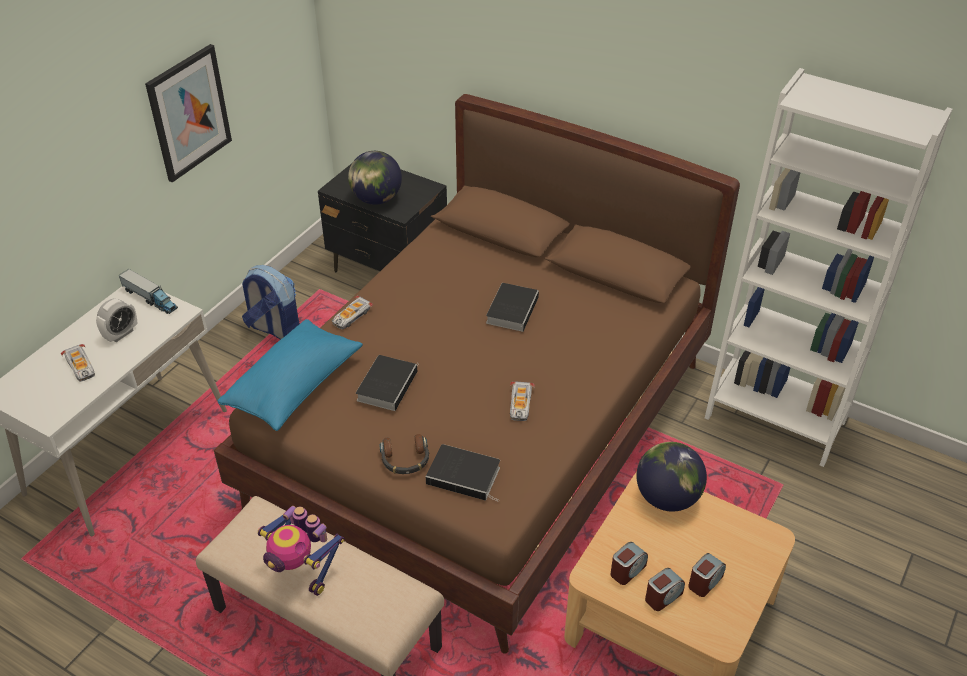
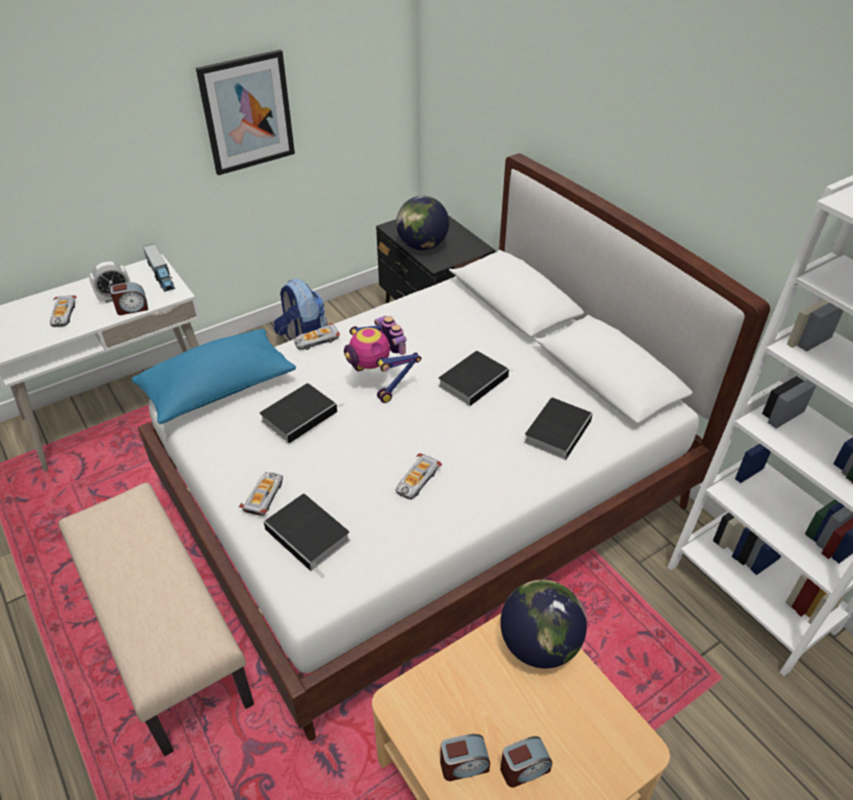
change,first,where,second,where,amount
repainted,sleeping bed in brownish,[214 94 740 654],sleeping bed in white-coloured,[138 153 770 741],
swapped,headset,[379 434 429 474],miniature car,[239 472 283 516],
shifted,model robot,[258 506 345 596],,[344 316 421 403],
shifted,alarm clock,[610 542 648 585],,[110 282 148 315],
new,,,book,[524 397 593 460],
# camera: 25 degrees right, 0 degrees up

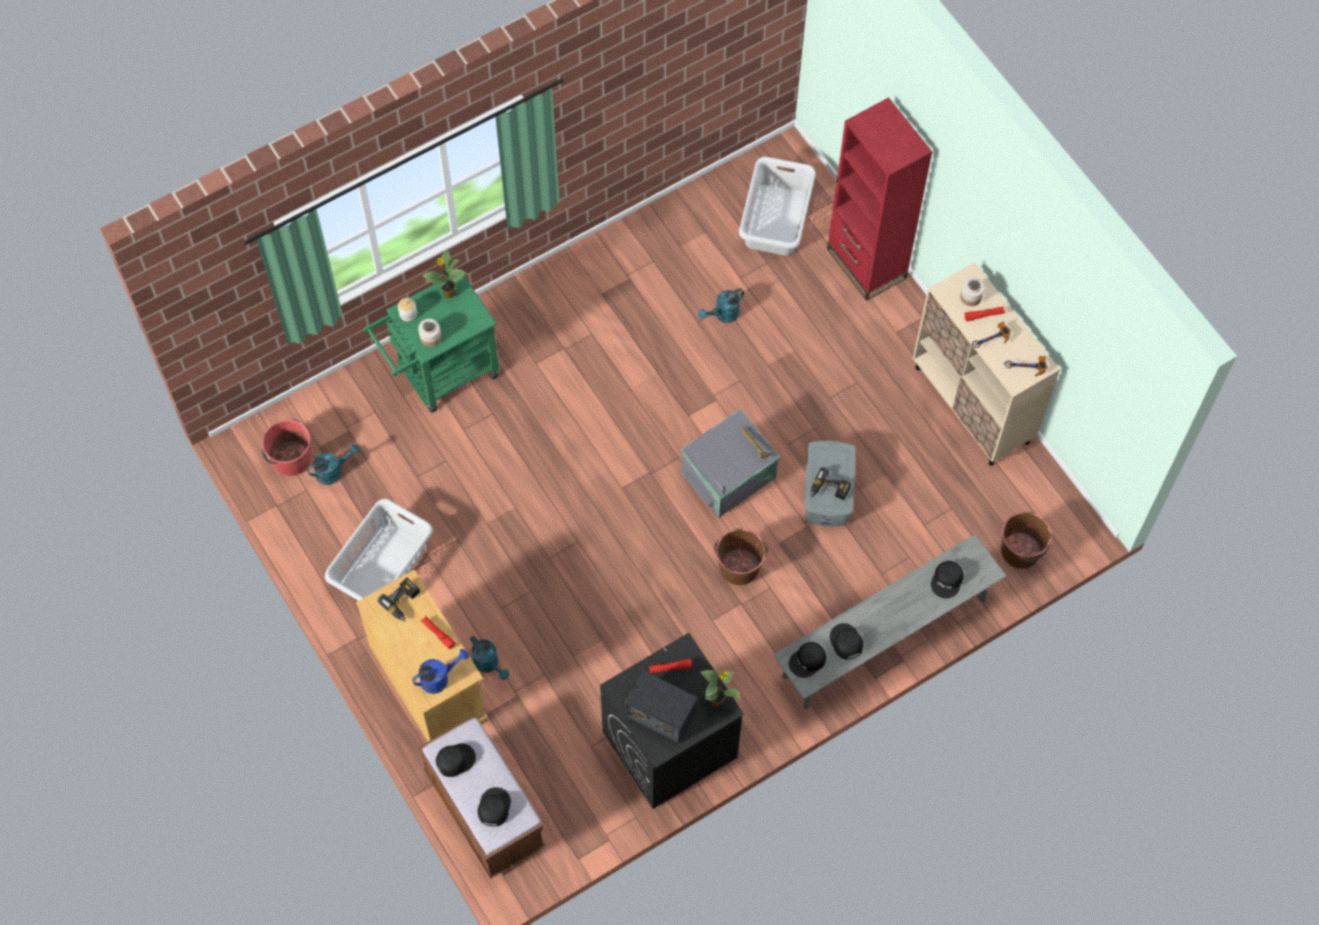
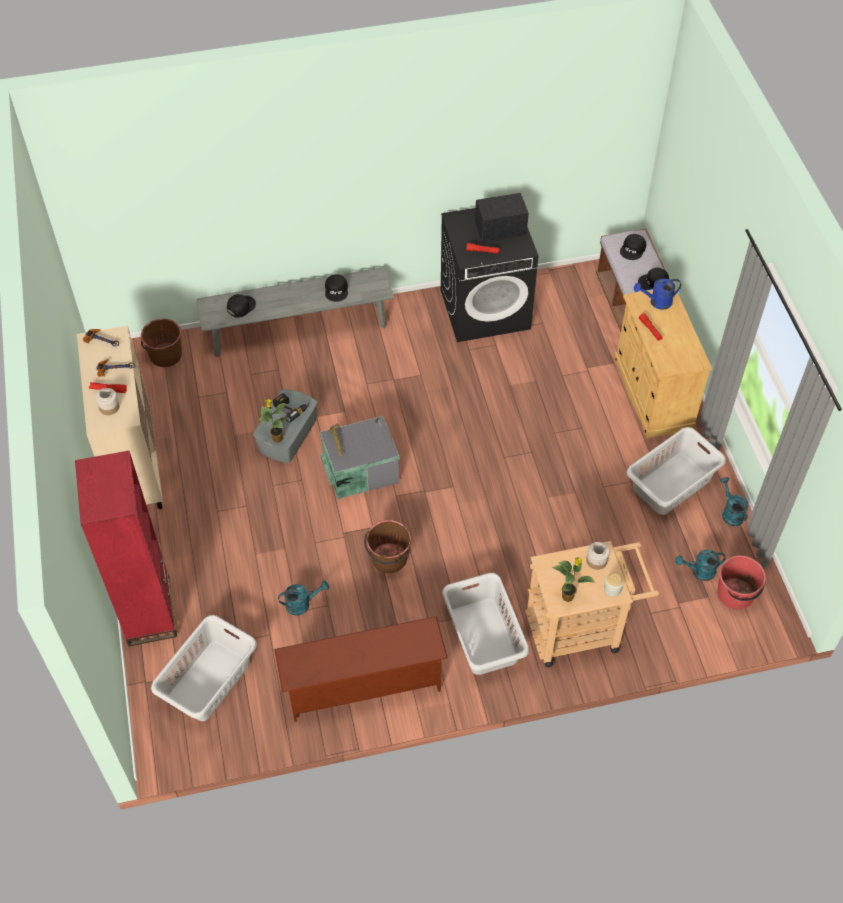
change,first,where,second,where,amount
repainted,cart in green,[363 275 500 412],cart in beige,[525 541 659 667],
shifted,pail in brownish,[714 529 768 585],,[364 520 411 573],
gone,electric drill,[378 578 420 621],,,
shifted,watering pot in blue-green,[470 636 509 680],,[720 477 748 526],
gone,baseball cap in black,[789 642 826 678],,,
shifted,potted plant,[700 670 741 707],,[258 399 288 443],
rotated,radio set,[625 671 698 743],,[475 193 529 242],60 degrees counterclockwise
new,,,hamper in grey,[442 573 529 675],
new,,,shoe stand in brownish,[274 616 448 722],
# camera: 160 degrees left, 10 degrees down

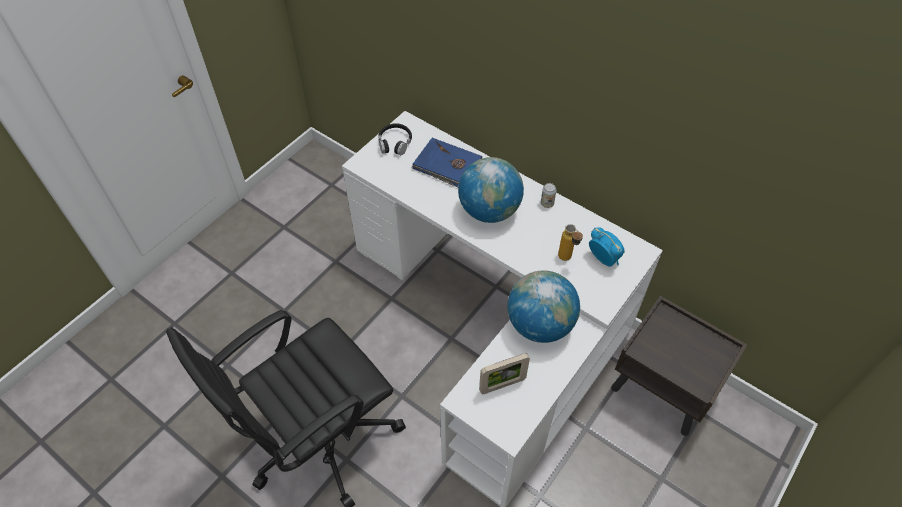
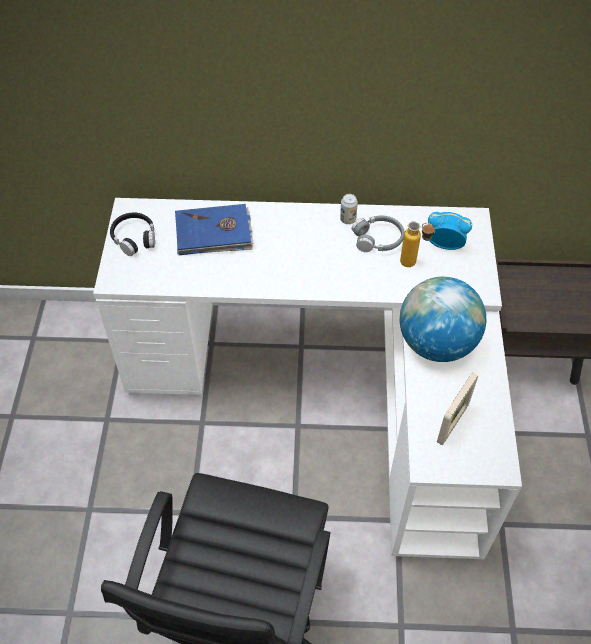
change,first,where,second,where,amount
gone,desk globe,[458 157 524 223],,,
new,,,headset in grey,[352 215 405 252],
# camera: 35 degrees left, 0 degrees up

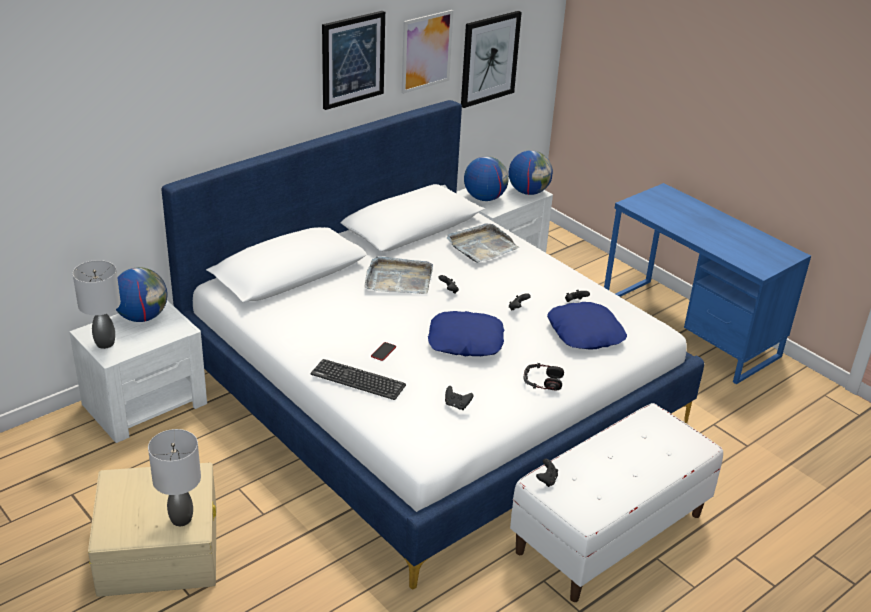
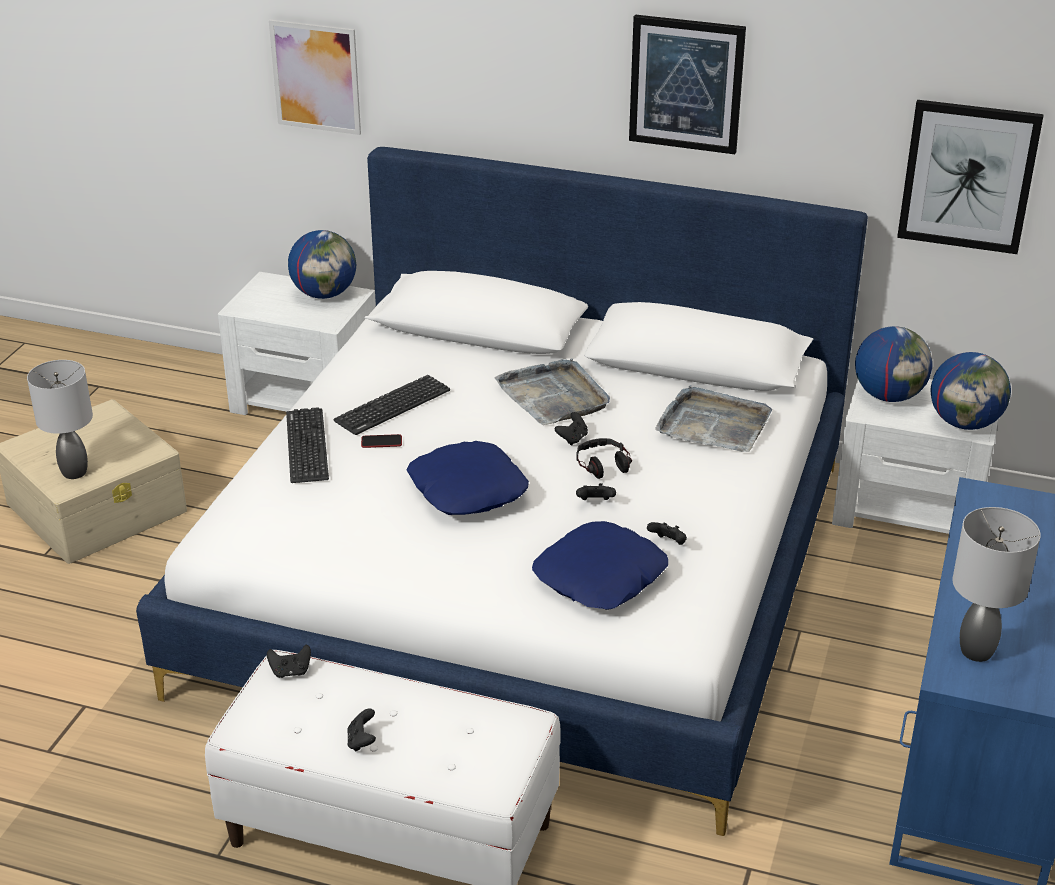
change,first,where,second,where,amount
shifted,wall art,[402 10 453 94],,[269 20 361 135],
shifted,table lamp in grey,[73 260 121 349],,[952 507 1041 662],
shifted,headset,[523 363 564 391],,[576 438 632 479],
shifted,gamepad in black,[445 386 474 410],,[347 708 376 752],
new,,,computer keyboard,[333 375 450 435],
# camera: 60 degrees right, 0 degrees up

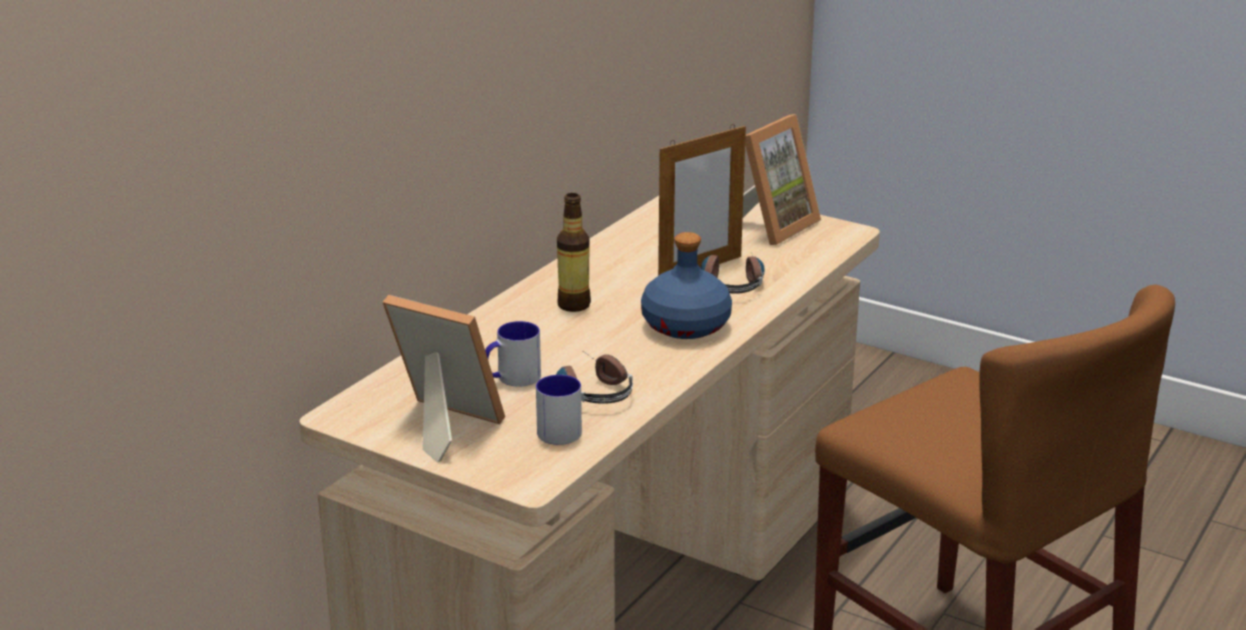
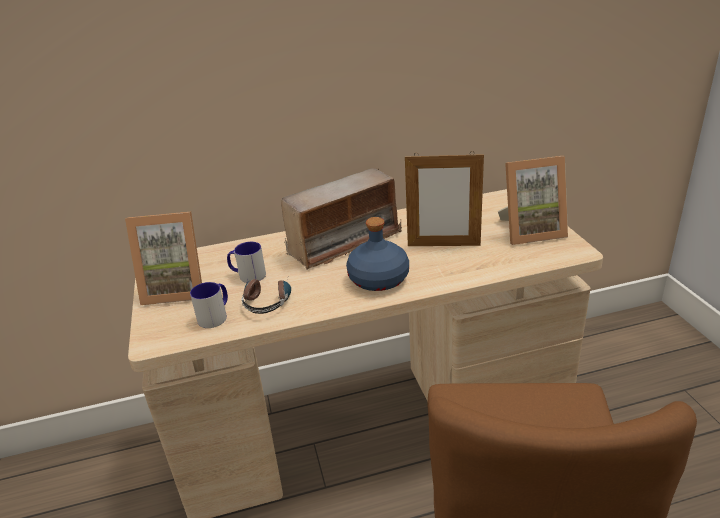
change,first,where,second,where,amount
swapped,bottle,[557 193 591 312],radio set,[281 168 402 270],
gone,headset,[701 255 765 294],,,
rotated,picture frame,[383 295 505 463],,[125 212 202 305],105 degrees clockwise
# camera: 45 degrees right, 5 degrees up

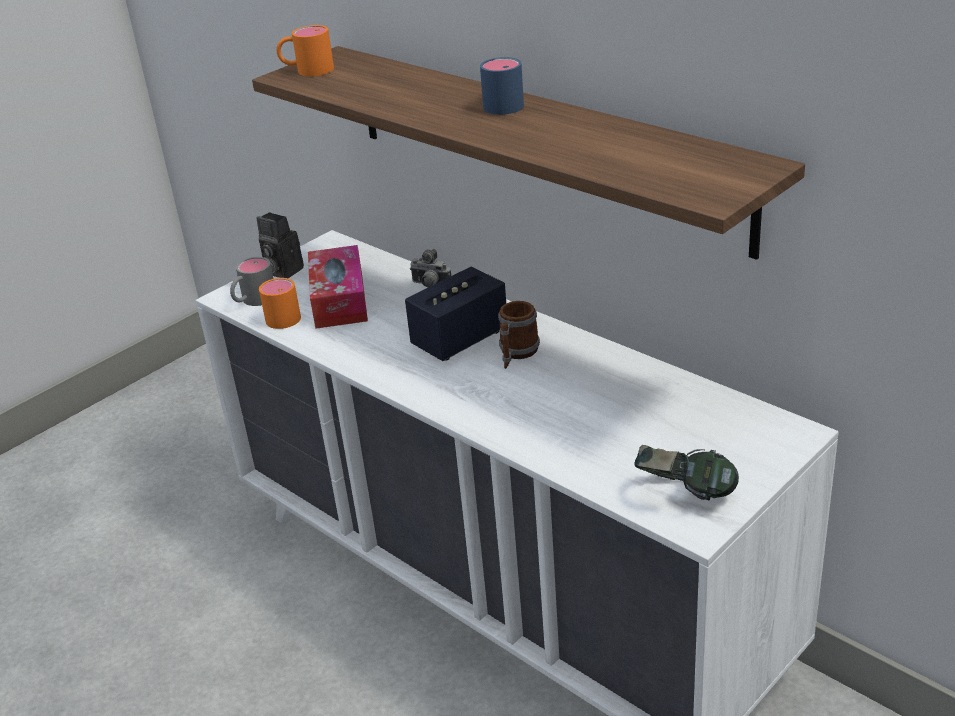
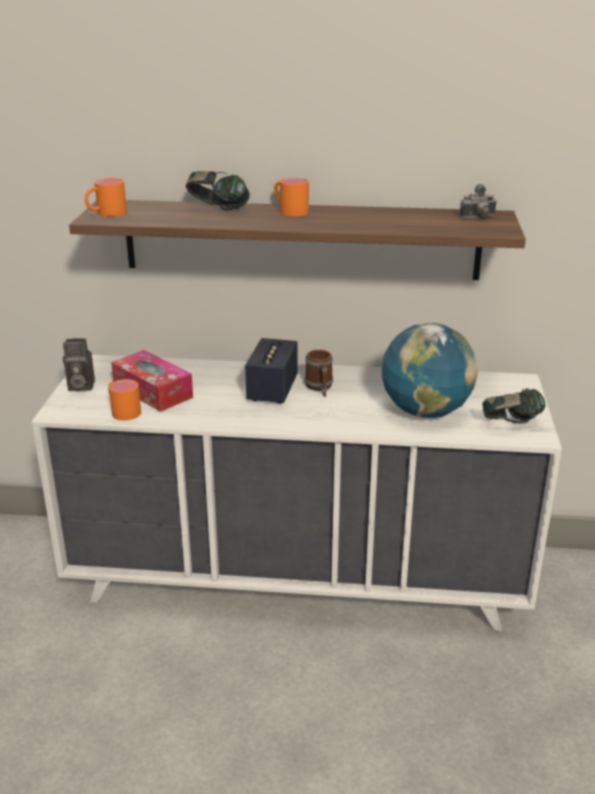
change,first,where,second,where,amount
repainted,coffee mug in blue,[480 57 524 115],coffee mug in orange,[274 178 309 216],
shifted,photo camera,[410 249 451 287],,[460 184 497 218],
gone,coffee mug in grey,[230 257 273 306],,,
new,,,headset,[186 171 250 211],
new,,,desk globe,[382 323 478 418],
# camera: 40 degrees left, 5 degrees down

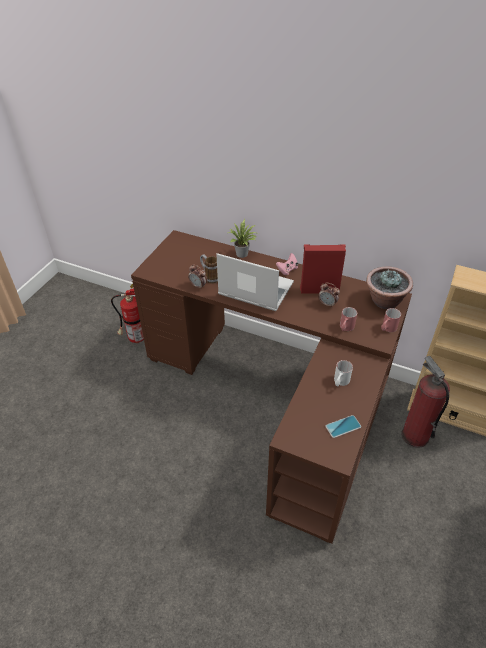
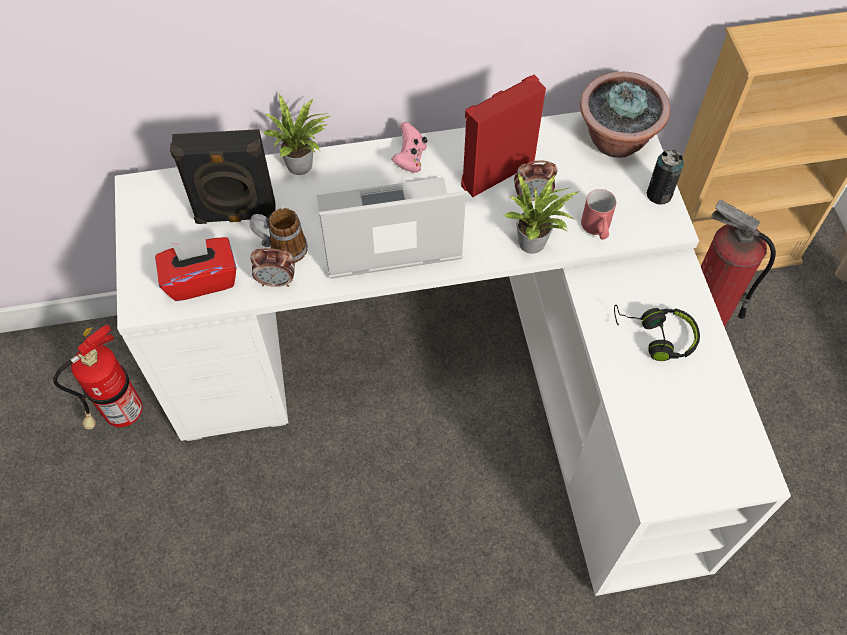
change,first,where,second,where,amount
repainted,desk unit in brownish,[131 230 412 543],desk unit in white-coloured,[115 112 791 596],
swapped,coffee mug in red-coloured,[381 308 401 332],sealed can,[647 150 684 205],
swapped,coffee mug in white-coloured,[334 360 353 386],headset in black,[614 305 700 361],
gone,handset,[325 415 361 438],,,
new,,,loudspeaker in black,[170 129 276 224],
new,,,potted plant,[503 174 580 254],
new,,,tissue holder in red-coloured,[155 237 236 301],
# camera: 35 degrees left, 15 degrees up

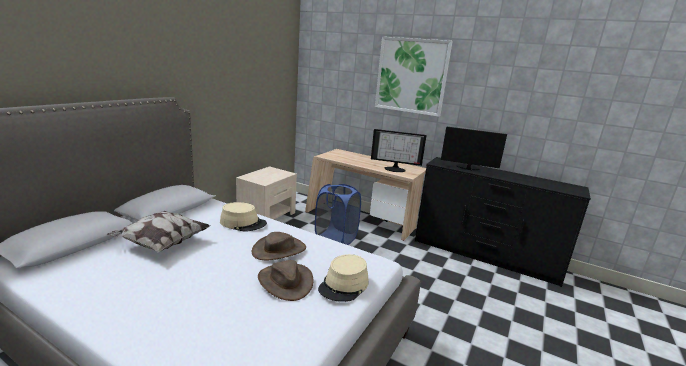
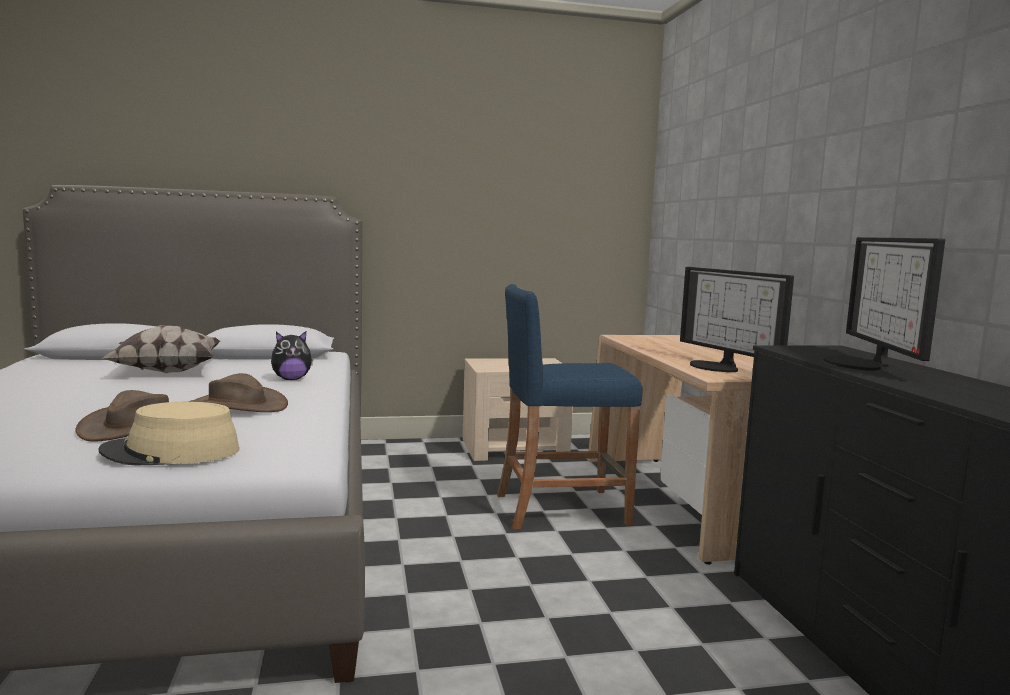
change,first,where,second,where,amount
gone,wall art,[375 37 453 117],,,
rotated,monitor,[441 127 507 170],,[823 237 945 371],150 degrees counterclockwise
swapped,hamper in blue,[315 184 361 245],sitting stool in blue,[497 284 643 529],
swapped,hat in beige,[220 202 267 232],plush toy,[271 331 313 380],
# camera: 50 degrees right, 10 degrees down

